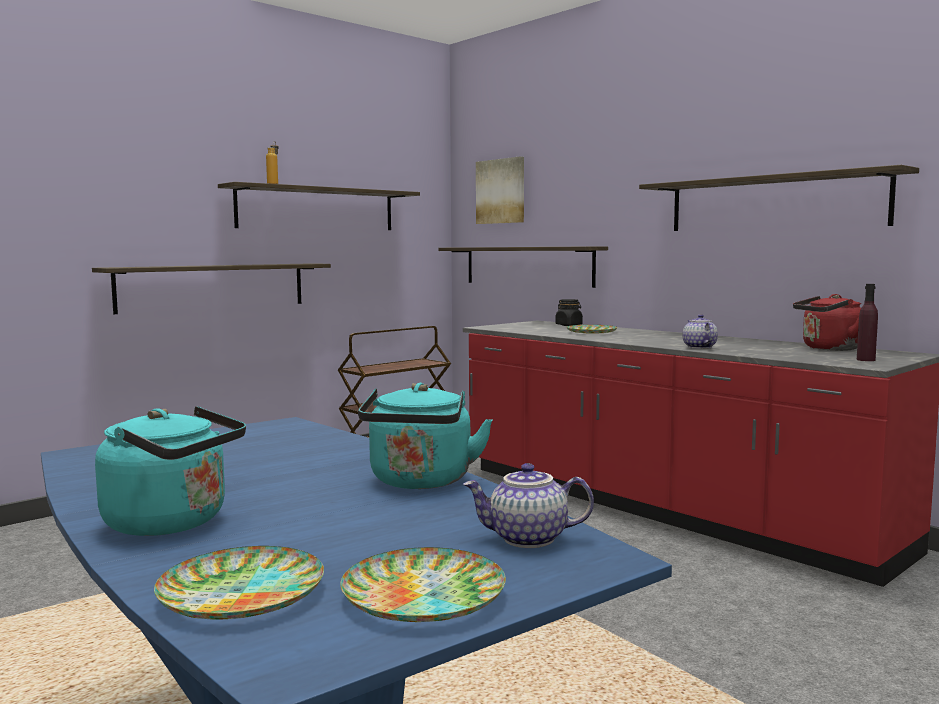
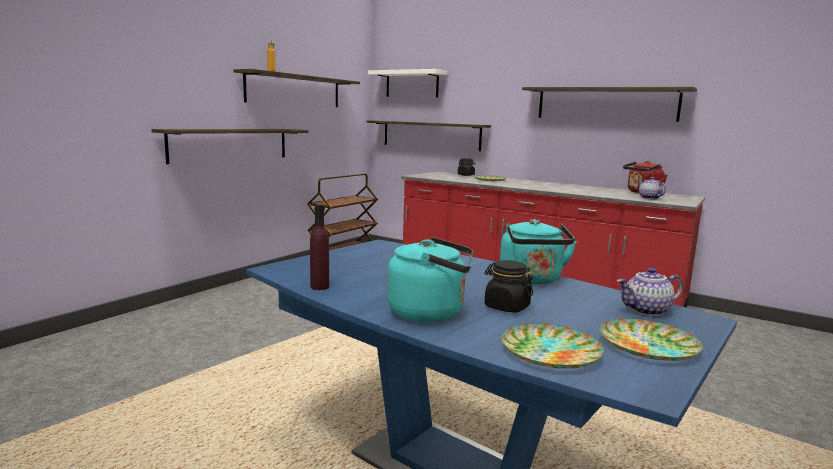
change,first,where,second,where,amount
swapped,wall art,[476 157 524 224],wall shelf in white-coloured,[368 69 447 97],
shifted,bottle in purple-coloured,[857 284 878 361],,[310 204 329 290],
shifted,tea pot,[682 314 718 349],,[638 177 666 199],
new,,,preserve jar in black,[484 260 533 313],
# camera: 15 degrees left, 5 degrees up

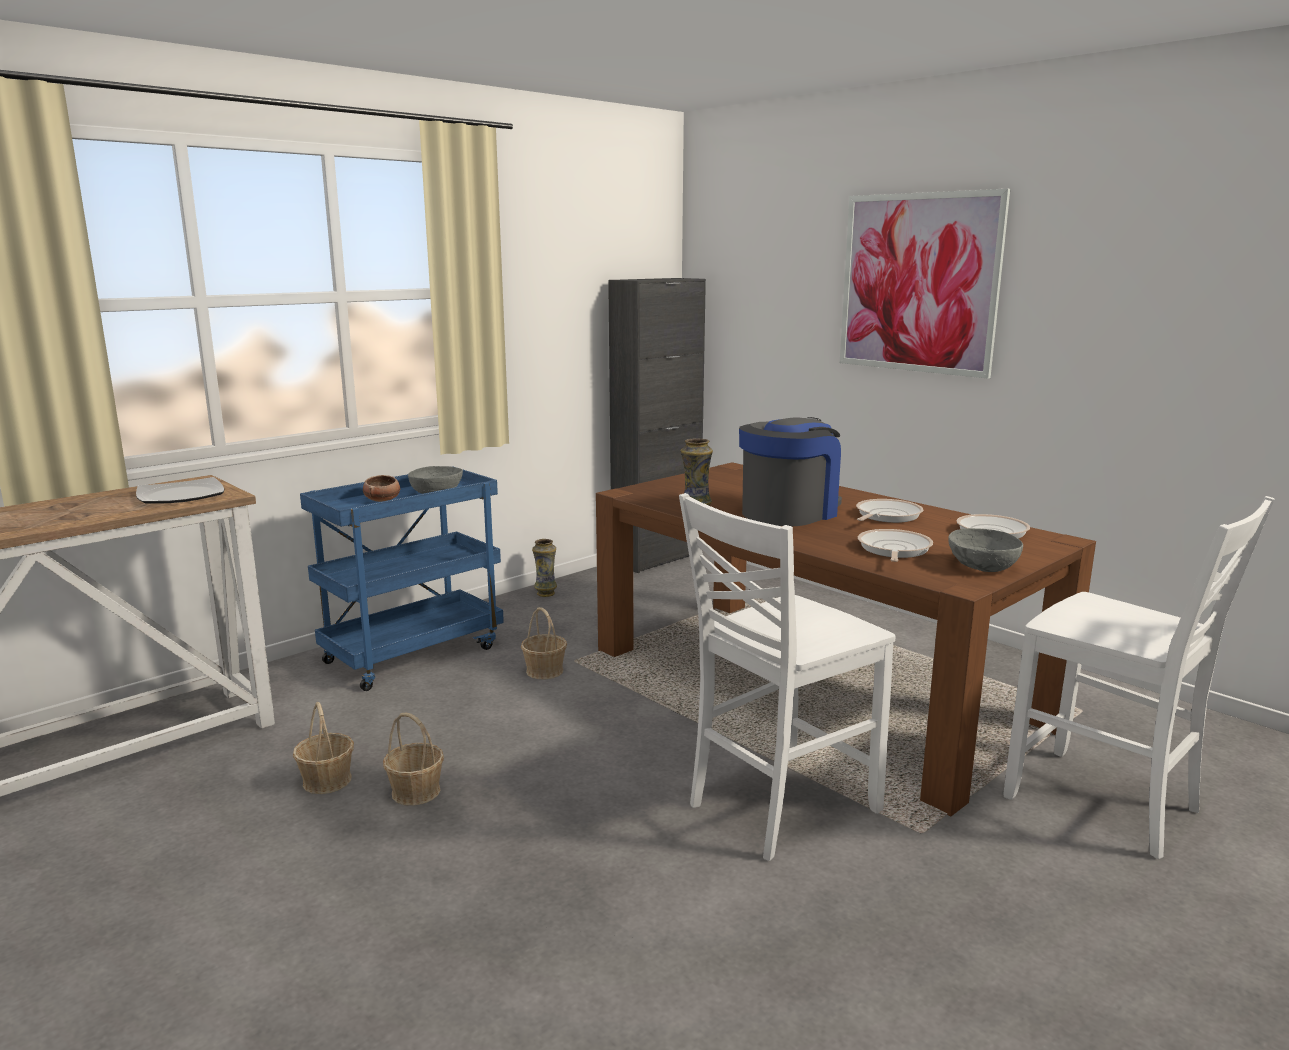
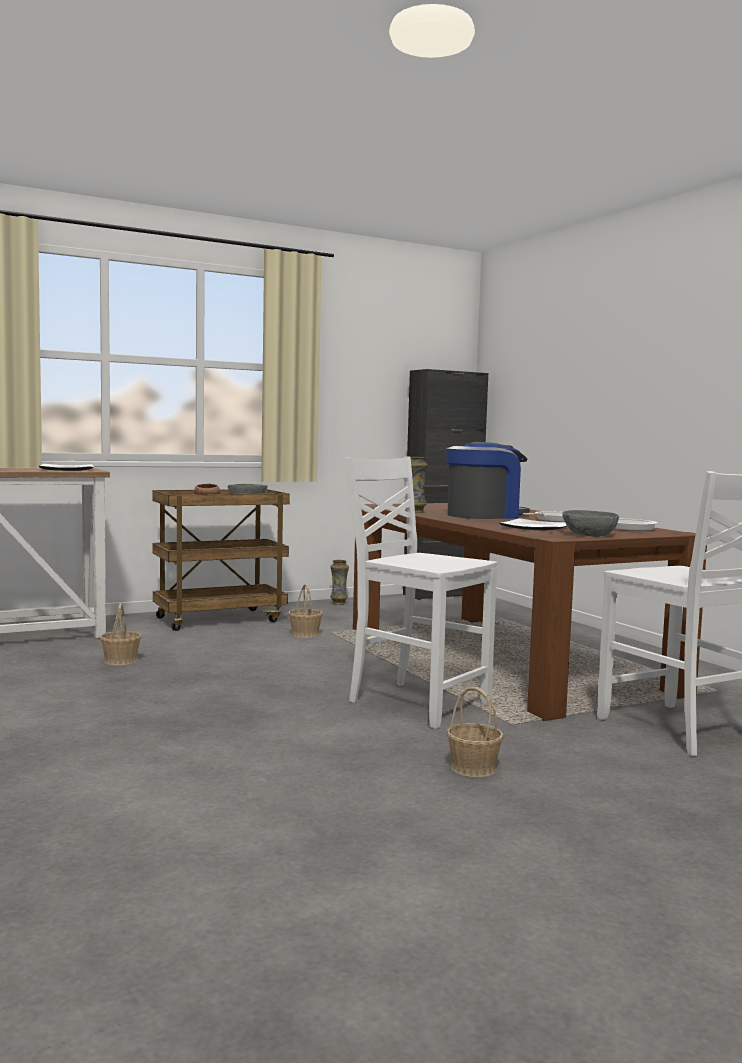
change,first,where,second,where,amount
gone,wall art,[840 189 1010 379],,,
repainted,cart in blue,[300 466 504 691],cart in brownish,[153 489 290 631],
rotated,chair in white-coloured,[679 493 896 861],,[344 456 497 729],60 degrees clockwise
swapped,skillet,[858 529 933 562],dinner plate,[499 518 567 531],
shifted,household basket,[383 713 444 806],,[446 687 504 777],
# camera: 15 degrees right, 10 degrees down

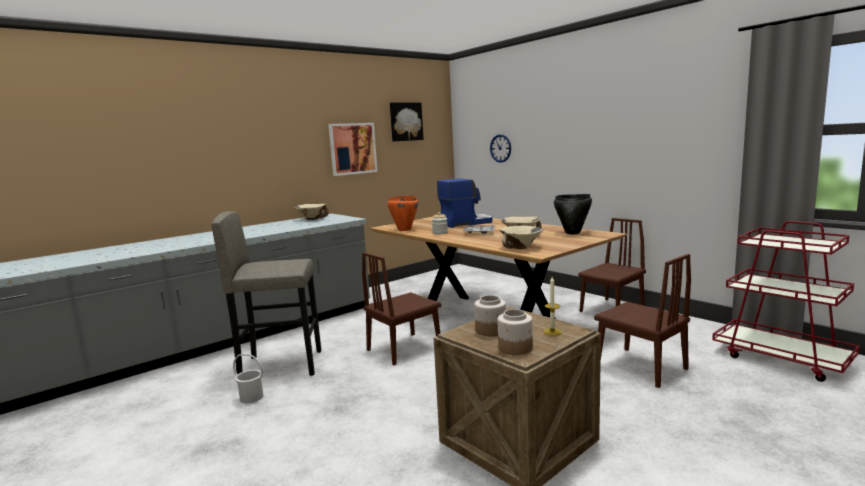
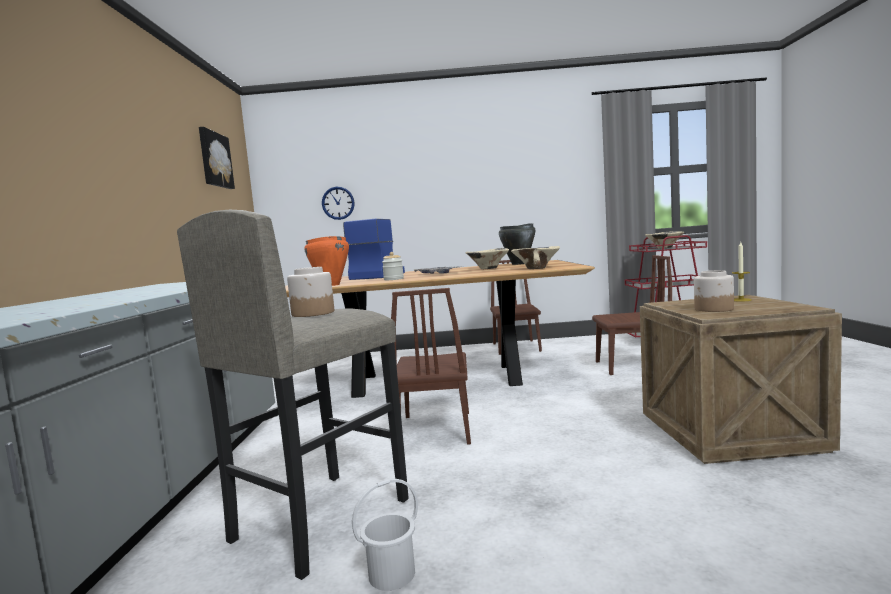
change,first,where,second,where,amount
gone,wall art,[328 123 378 176],,,
shifted,deep dish in beige,[294 204 329 220],,[645 231 684 249],
shifted,preserve jar,[498 309 533 355],,[287 267 334 317],
# camera: 50 degrees left, 5 degrees down

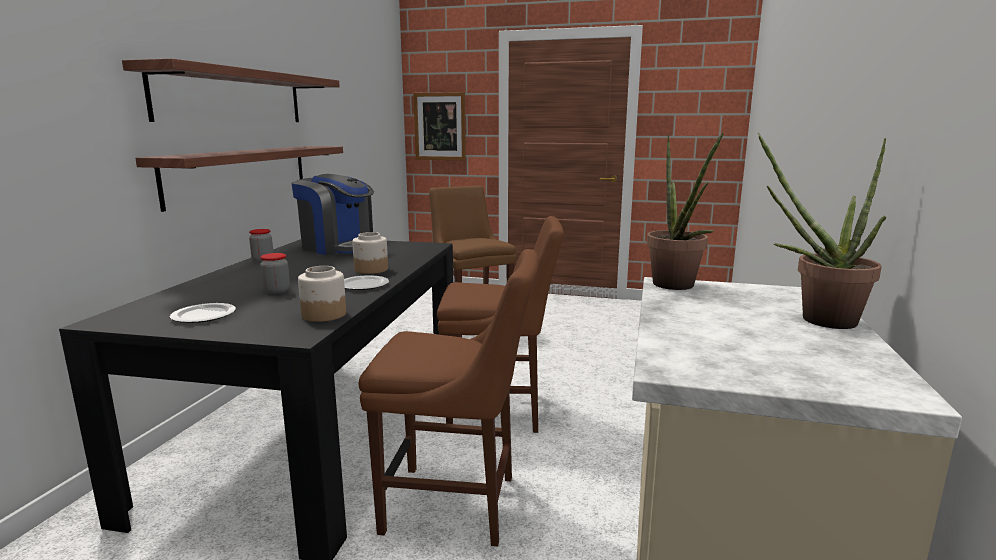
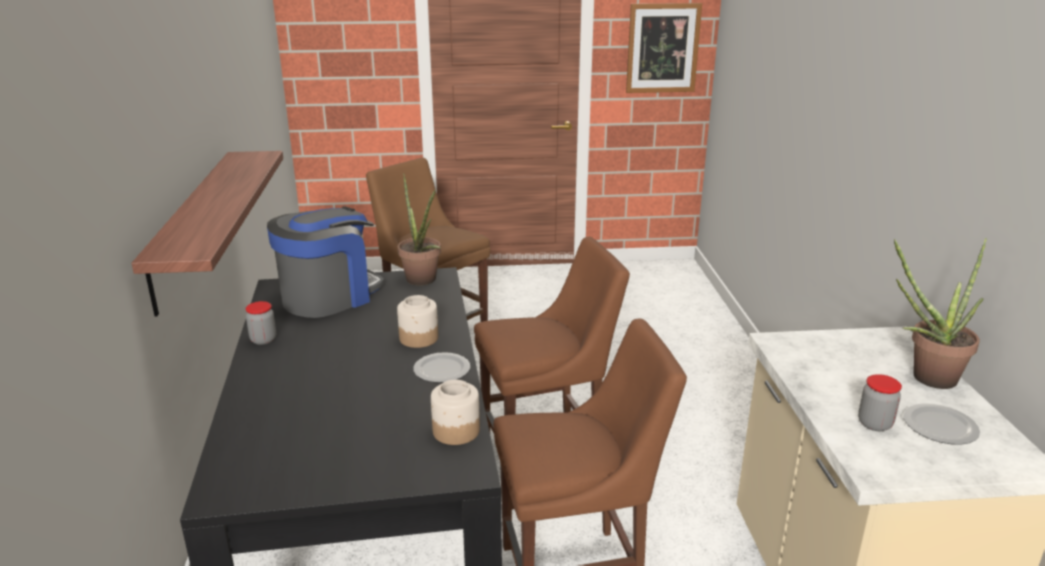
change,first,where,second,where,amount
gone,wall shelf,[122 58 340 122],,,
shifted,wall art,[413 92 466 160],,[626 3 702 93],
shifted,potted plant,[647 133 724 290],,[398 173 441 285],
rotated,coffee brewer,[291 174 374 255],,[267 207 384 318],60 degrees counterclockwise
shifted,preserve jar,[260 253 290 294],,[858 374 902 431],
shifted,dinner plate,[170 303 236 323],,[903 403 980 445],
# camera: 20 degrees left, 10 degrees up

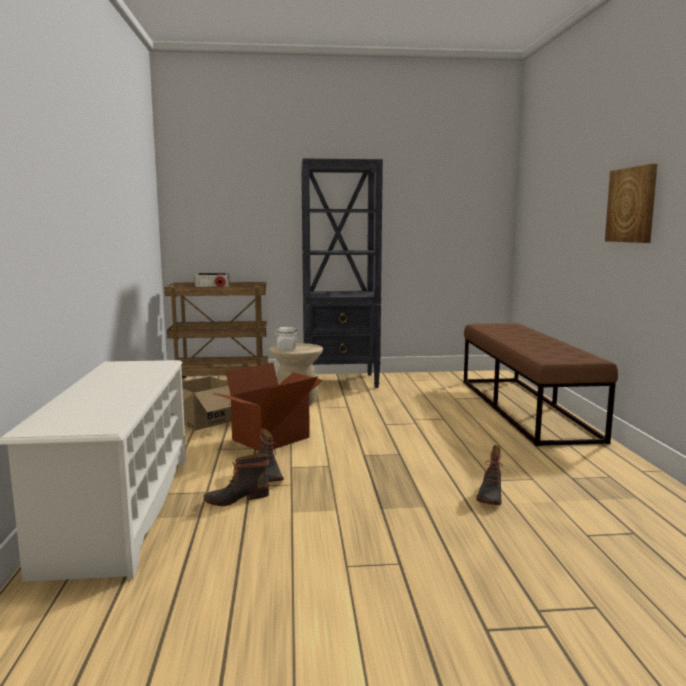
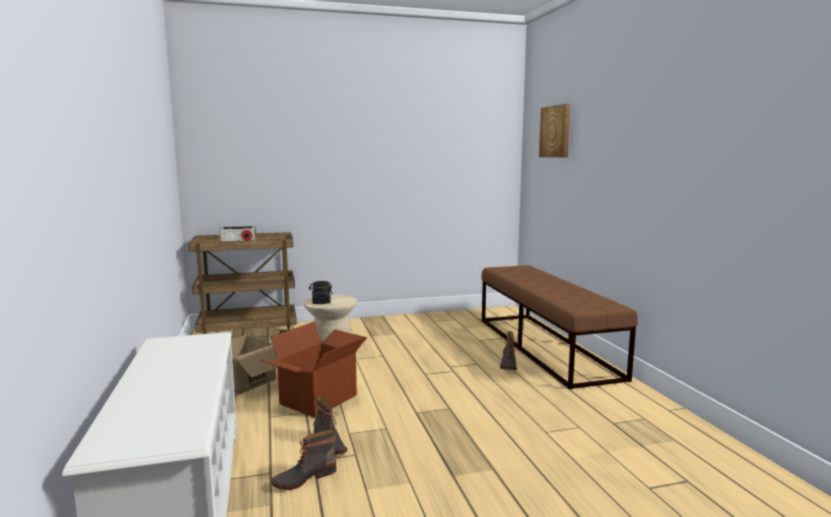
change,first,where,second,where,amount
gone,bookshelf in black,[301 158 383 388],,,
shifted,wall art,[605 164 657 243],,[539 104 570 157],
repainted,preserve jar in white-coloured,[274 327 298 350],preserve jar in black,[309 281 333 304],
shifted,tall boot,[476 445 503 505],,[500 331 517 370],
# camera: 10 degrees left, 0 degrees up

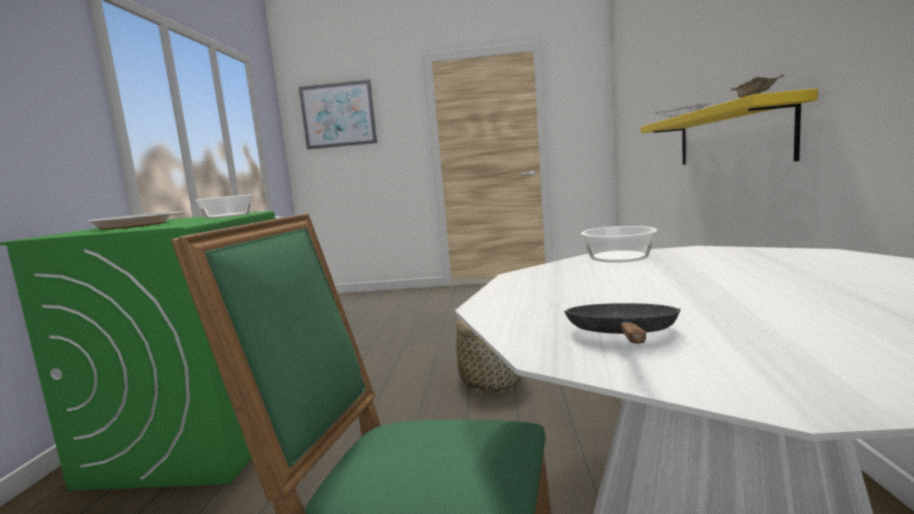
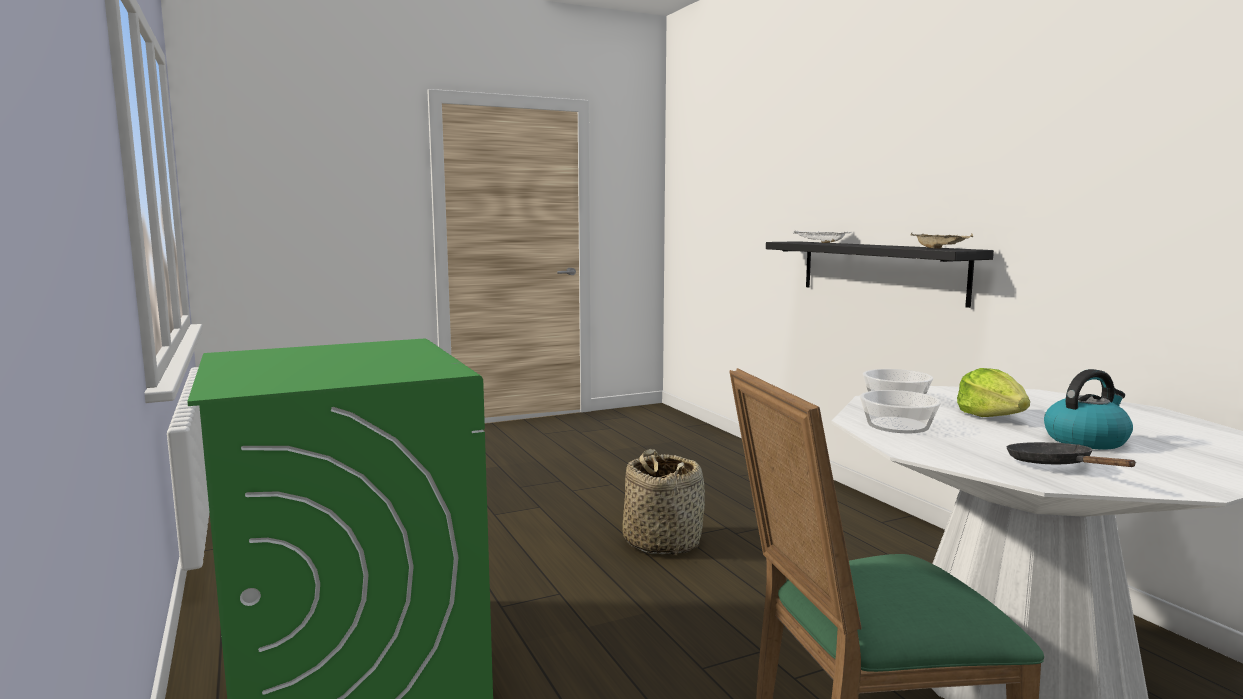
change,first,where,second,where,amount
gone,wall art,[299 80 377 150],,,
repainted,wall shelf in yellow,[641 88 818 165],wall shelf in black,[766 241 994 308],
shifted,deep dish,[196 194 253 219],,[860 390 941 433],
gone,skillet,[88 211 184 230],,,
new,,,lettuce,[957 368 1030 417],
new,,,tea kettle,[1044 369 1133 449],
# camera: 30 degrees left, 0 degrees up

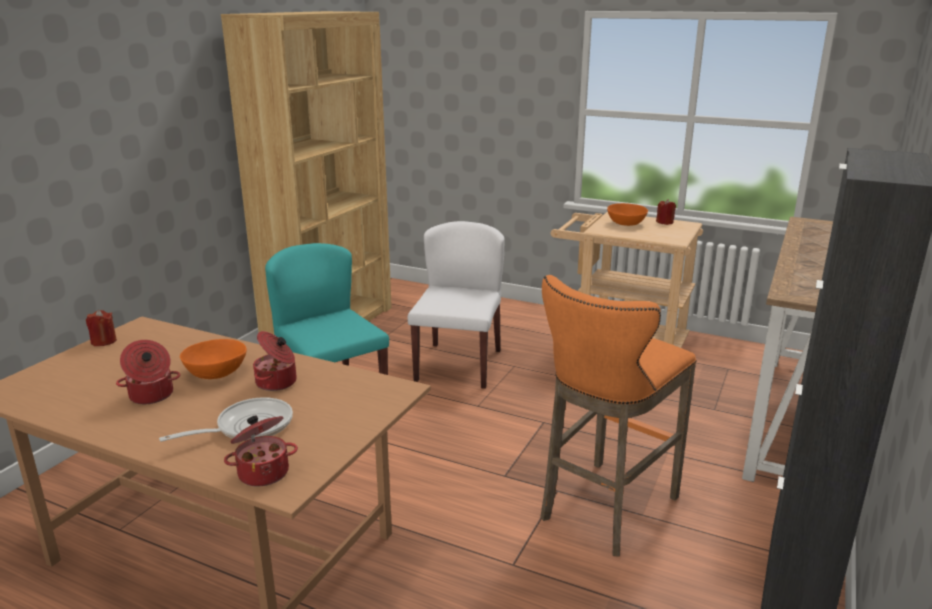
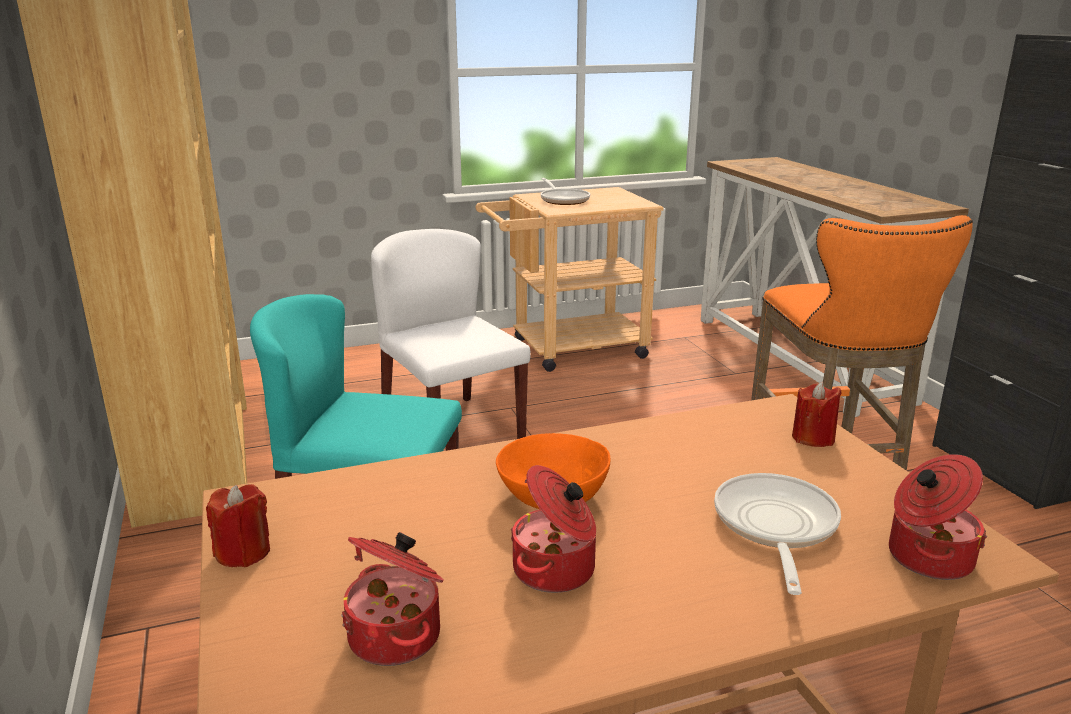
change,first,where,second,where,amount
shifted,candle in red-coloured,[656 199 676 225],,[792 382 842 447],
swapped,deep dish in orange,[607 203 648 226],skillet,[541 178 590 205],
shifted,saucepot,[253 331 297 391],,[341 532 444 666],
# camera: 45 degrees left, 0 degrees up

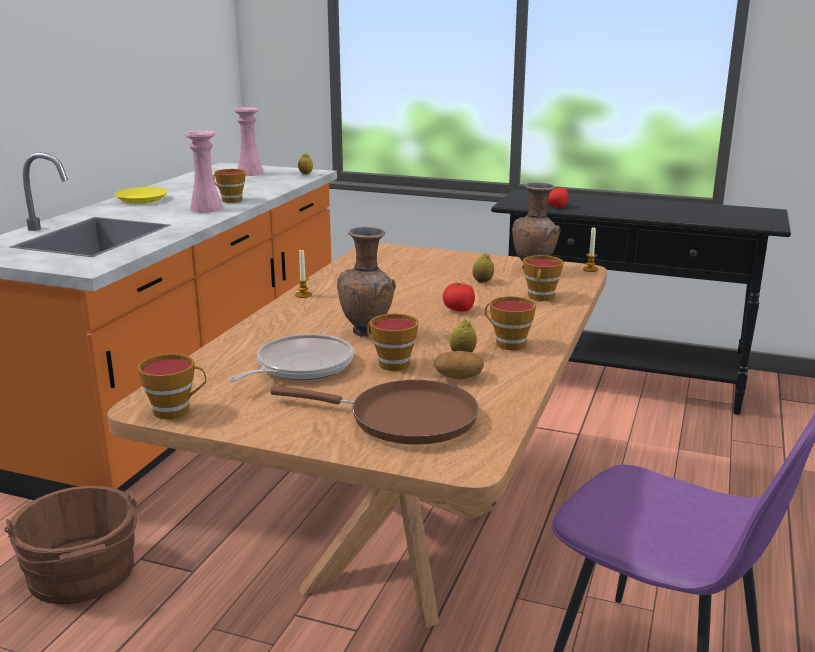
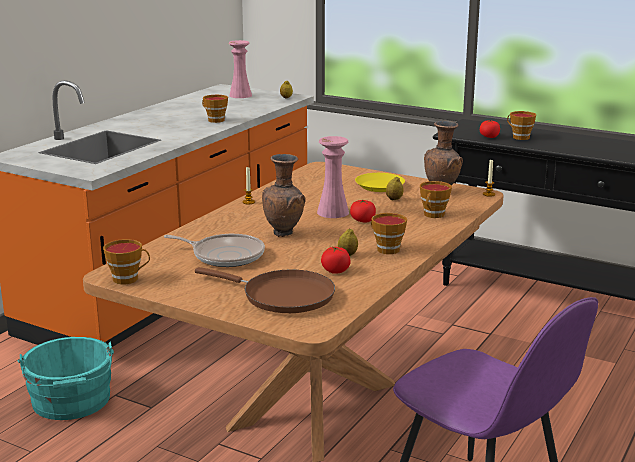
change,first,where,second,where,amount
shifted,decorative vase in pink-coloured,[185 130 223 213],,[317 136 349 218],
shifted,dinner plate in yellow,[114 187 168 204],,[355 173 405 192],
shifted,cup,[367 313 419 371],,[507 111 536 140],
rotated,skillet,[228 334 354 382],,[164 234 265 267],60 degrees clockwise
swapped,potato,[434 351 484 380],whole tomato,[321 247 351 274],
repainted,pail in brownish,[4 486 137 604],pail in blue-green,[18 337 114 420],
# camera: 10 degrees right, 0 degrees up

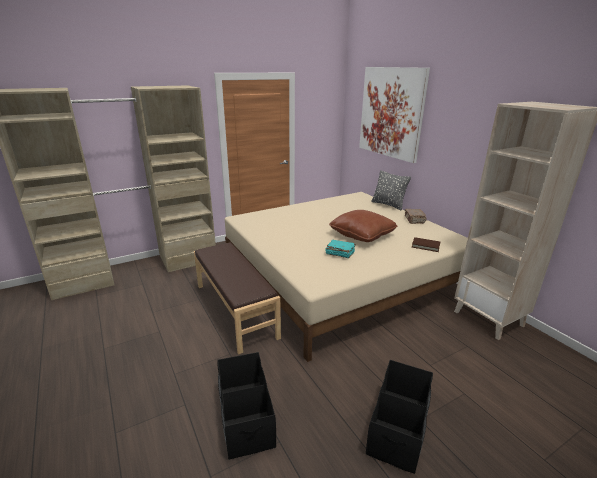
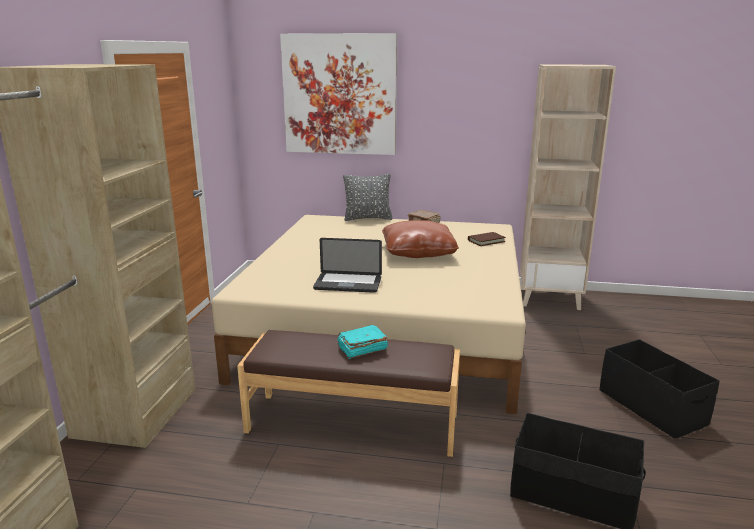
change,first,where,second,where,amount
shifted,book in blue-green,[326 240 356 258],,[337 325 388 359],
new,,,laptop,[313 238 382 293],
# camera: 50 degrees left, 5 degrees down

